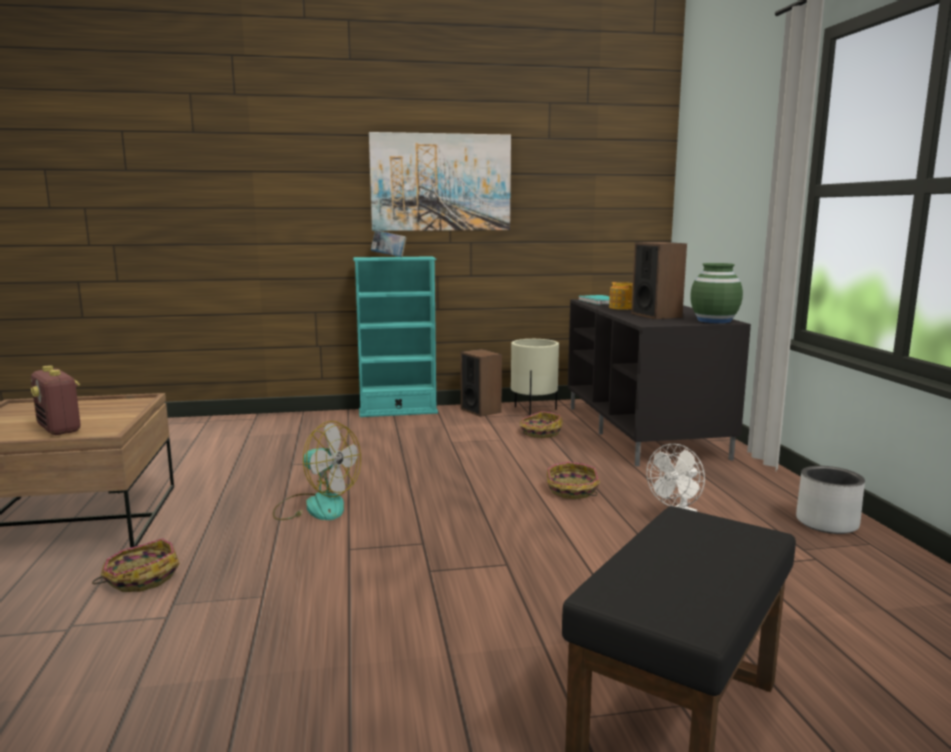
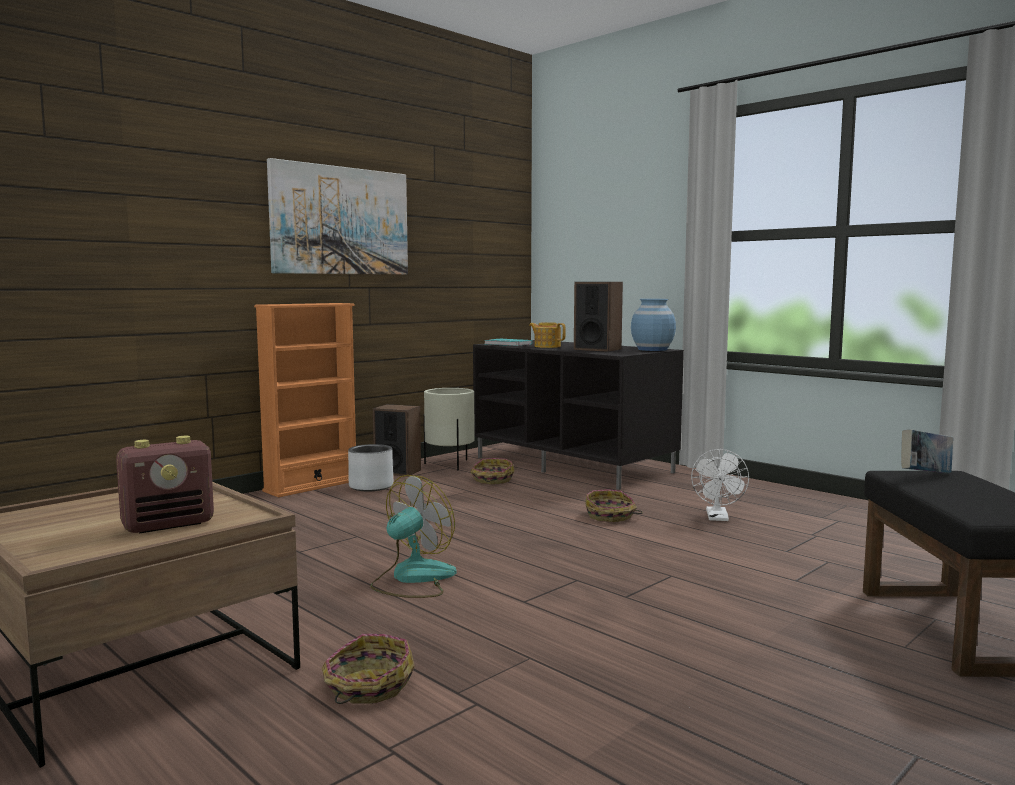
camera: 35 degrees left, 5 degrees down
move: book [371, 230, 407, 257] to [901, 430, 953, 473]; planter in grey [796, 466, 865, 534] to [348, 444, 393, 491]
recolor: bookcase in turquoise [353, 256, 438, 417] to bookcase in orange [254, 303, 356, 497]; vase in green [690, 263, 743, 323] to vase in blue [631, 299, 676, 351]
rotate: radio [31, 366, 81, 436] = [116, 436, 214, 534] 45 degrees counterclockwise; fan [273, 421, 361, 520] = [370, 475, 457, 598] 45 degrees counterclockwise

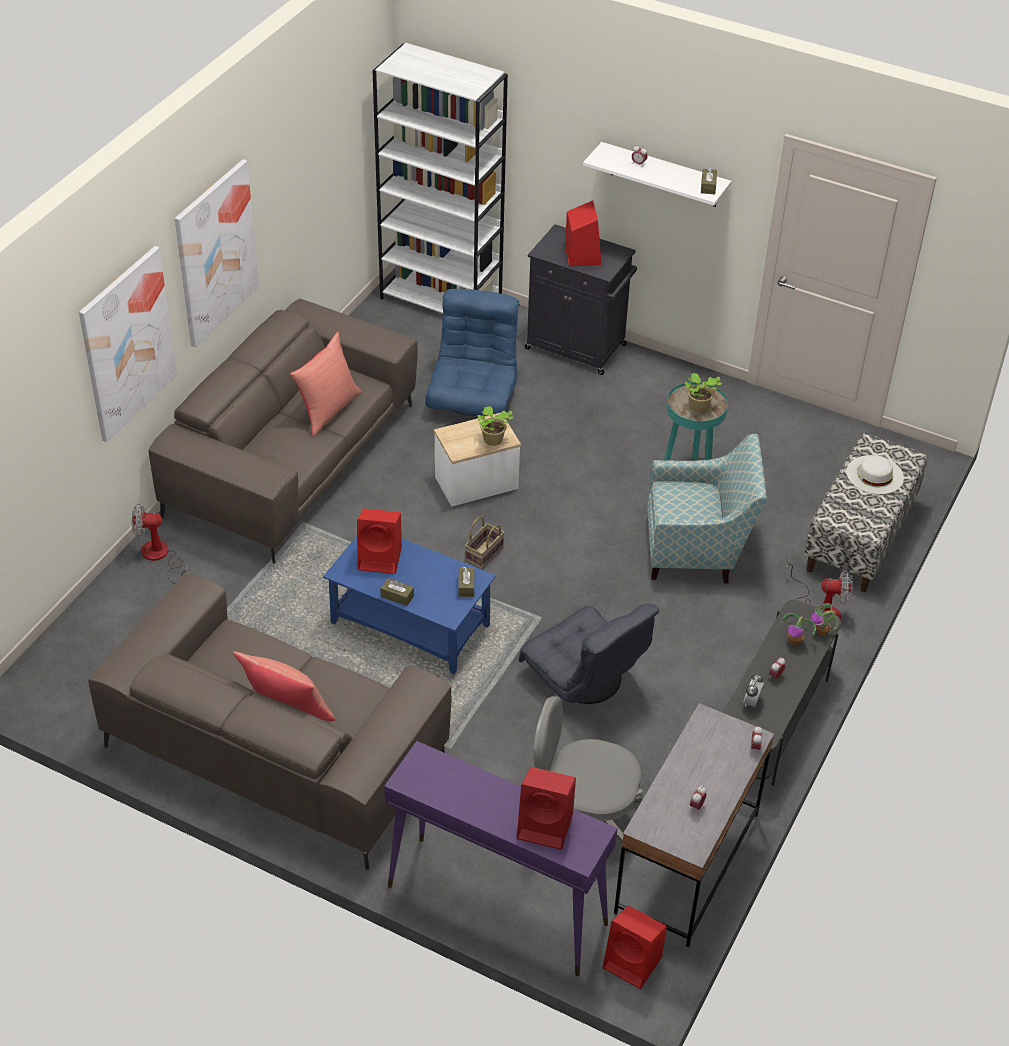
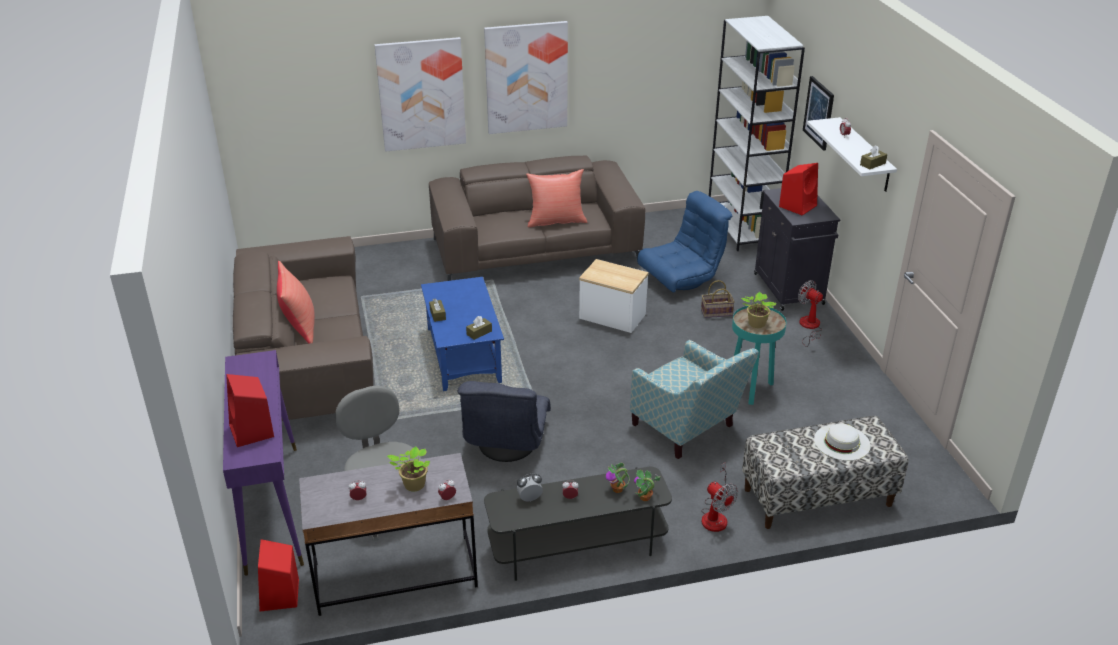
camera: 50 degrees right, 10 degrees down
delete: speaker in red [357, 509, 402, 574]
insert: picture [803, 76, 834, 151]
move: potted plant [478, 406, 513, 446] to [387, 447, 430, 491]; fan [132, 504, 188, 584] to [798, 280, 823, 347]; basket [465, 516, 505, 570] to [701, 280, 735, 318]

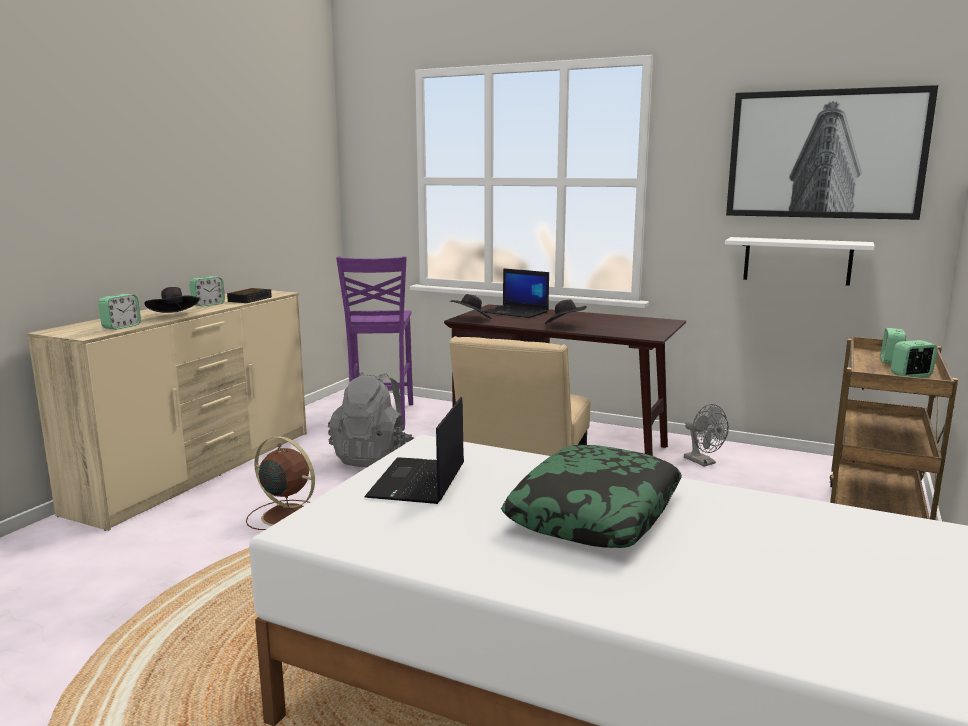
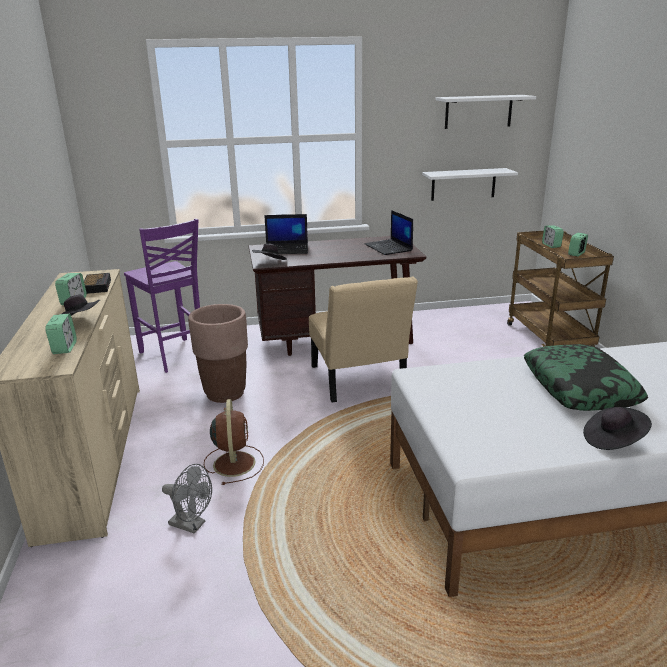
camera: 35 degrees left, 10 degrees up
move: hat in black [545, 300, 587, 325] to [583, 407, 652, 450]; laptop [364, 397, 464, 504] to [365, 210, 413, 255]; fan in grey [684, 404, 729, 467] to [162, 464, 212, 534]
replace: picture [726, 85, 938, 220] to shelf in white [436, 95, 536, 129]; backpack in grey [328, 372, 414, 467] to planter in brown [188, 304, 248, 403]
rotate: fan in brown [246, 436, 315, 530] = [204, 399, 264, 485] 90 degrees clockwise

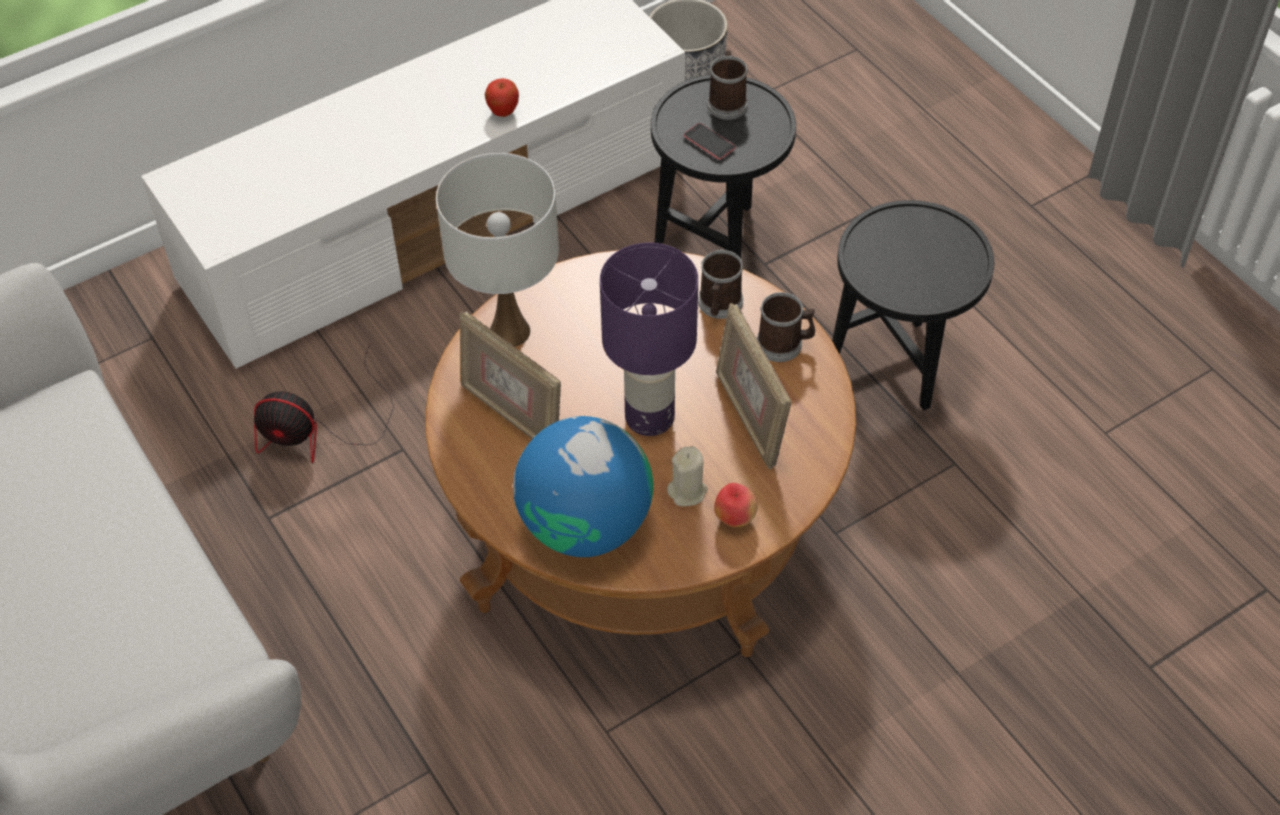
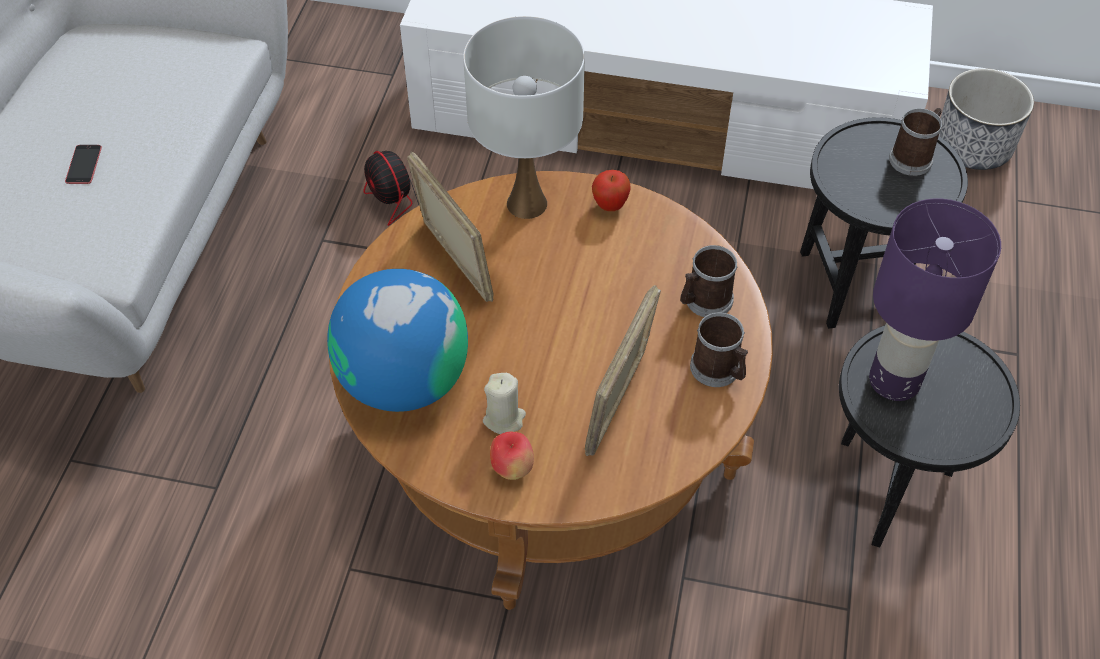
camera: 45 degrees right, 0 degrees up
move: apple [485, 78, 519, 117] to [592, 170, 631, 211]; phone [684, 123, 736, 160] to [65, 145, 102, 184]; table lamp in purple [600, 243, 698, 436] to [869, 198, 1001, 401]
rotate: picture frame [460, 312, 561, 439] = [407, 151, 494, 302] 150 degrees clockwise

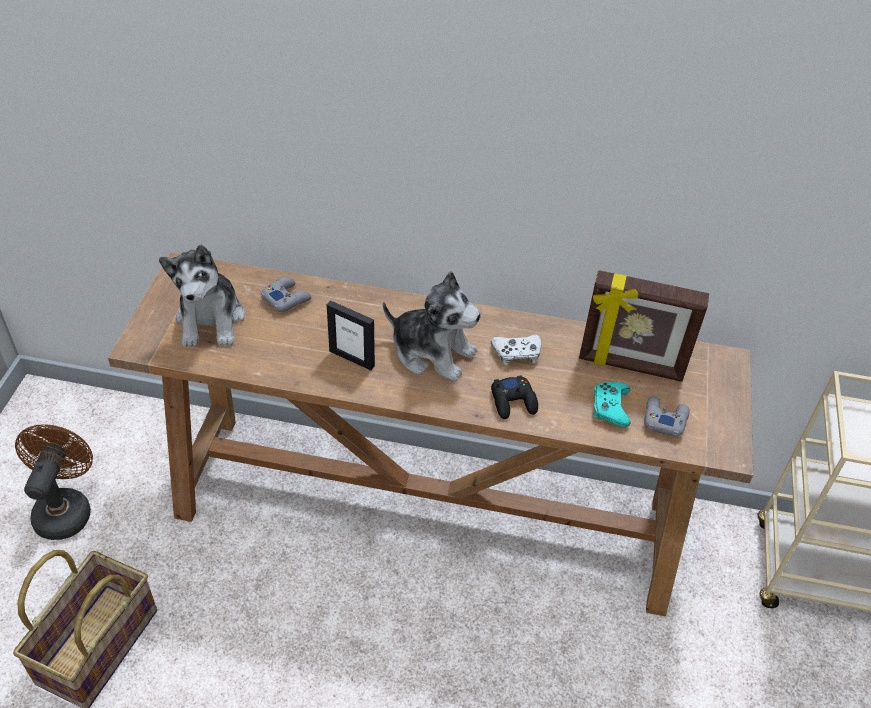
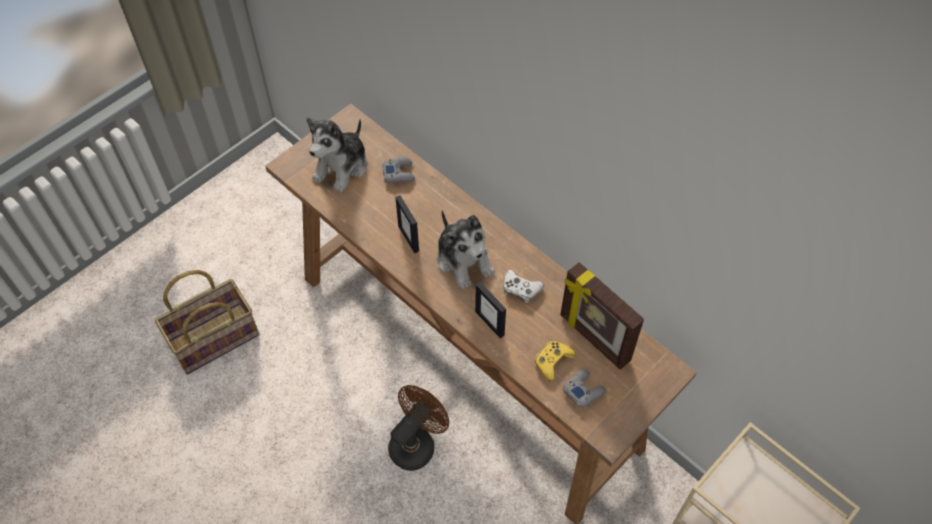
camera: 35 degrees right, 10 degrees up
move: fan in brown [15, 425, 93, 540] to [388, 385, 449, 471]
replace: game controller in black [491, 375, 538, 419] to picture frame [475, 282, 506, 338]
recolor: game controller in turquoise [593, 382, 631, 427] to game controller in yellow [535, 341, 576, 382]

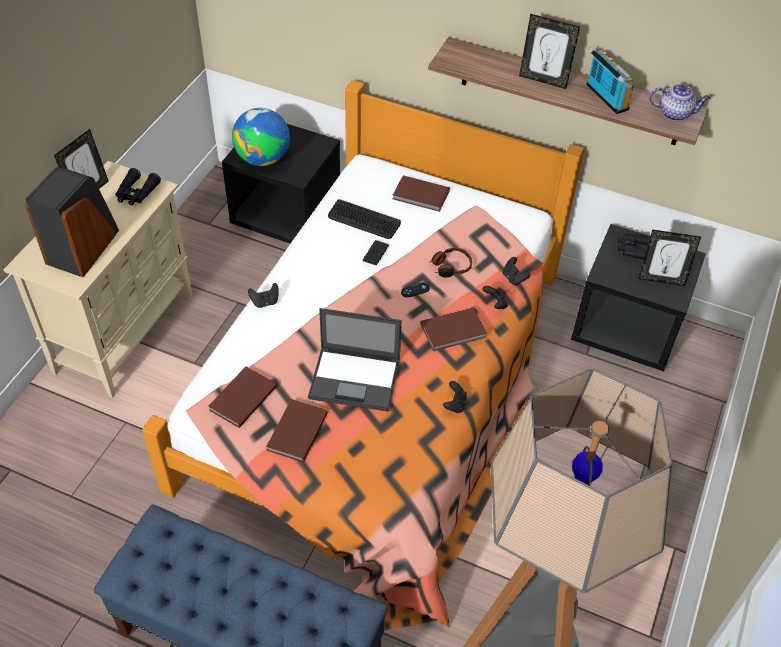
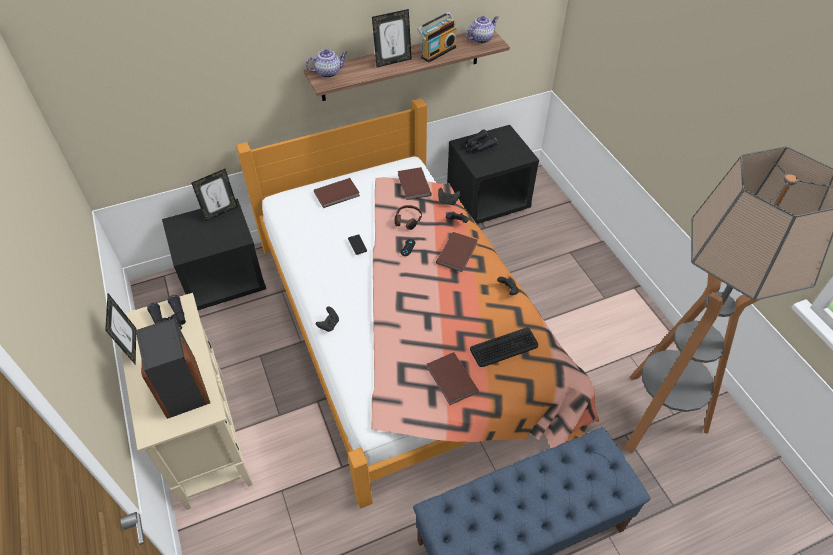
camera: 45 degrees left, 0 degrees up
delete: globe [232, 108, 290, 166]; laptop [308, 308, 402, 412]
insert: teapot [306, 50, 347, 78]
move: keyboard [328, 199, 401, 239] to [470, 327, 538, 367]; picture frame [638, 229, 701, 286] to [191, 169, 238, 221]; book in brown [208, 367, 277, 428] to [398, 167, 432, 200]
rotate: radio [586, 47, 633, 114] = [417, 12, 456, 62] 120 degrees clockwise

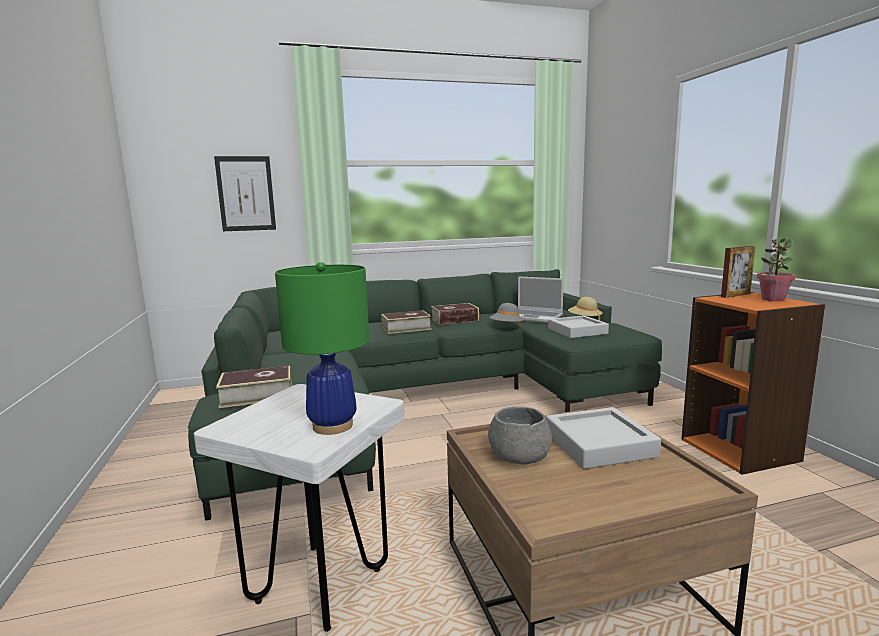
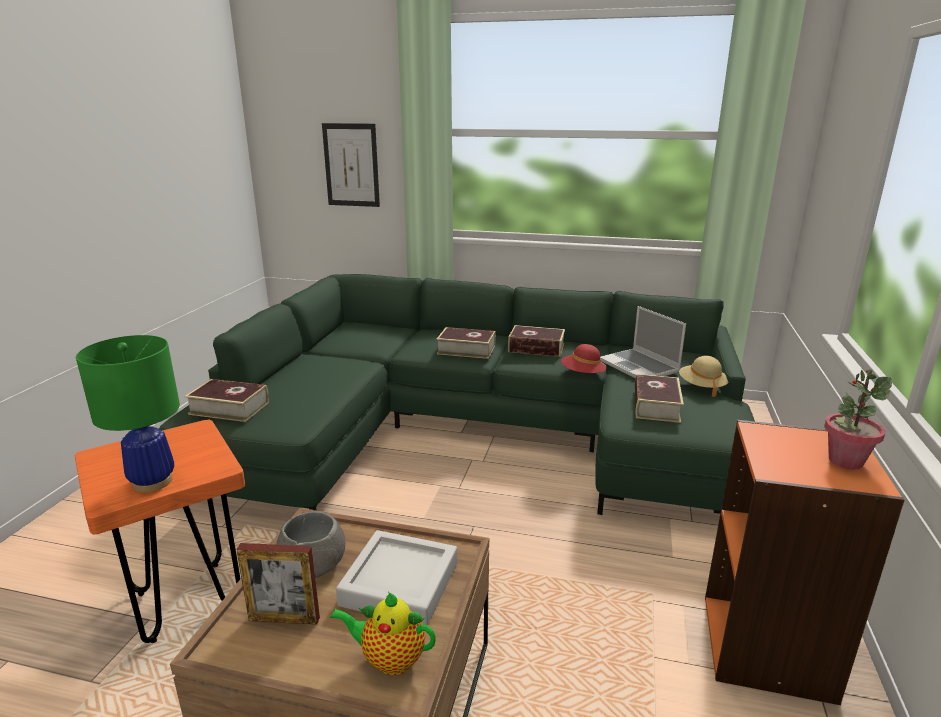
camera: 30 degrees right, 10 degrees up
insert: teapot [330, 592, 436, 675]
move: picture frame [721, 246, 755, 298] to [236, 543, 320, 625]
replace: tray in grey [548, 315, 609, 338] to book [635, 374, 684, 423]
recolor: hat in grey [489, 303, 525, 325] to hat in red [561, 344, 606, 375]; stool in white [194, 384, 404, 632] to stool in orange [75, 420, 245, 643]

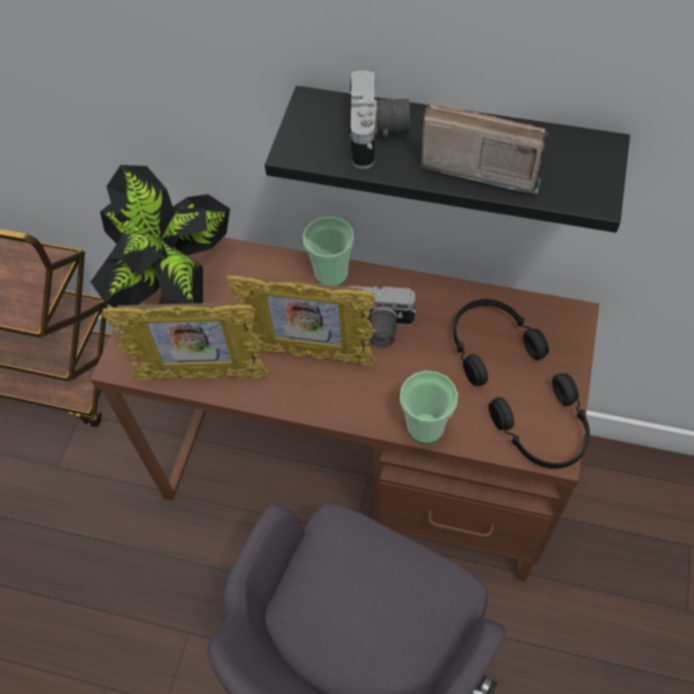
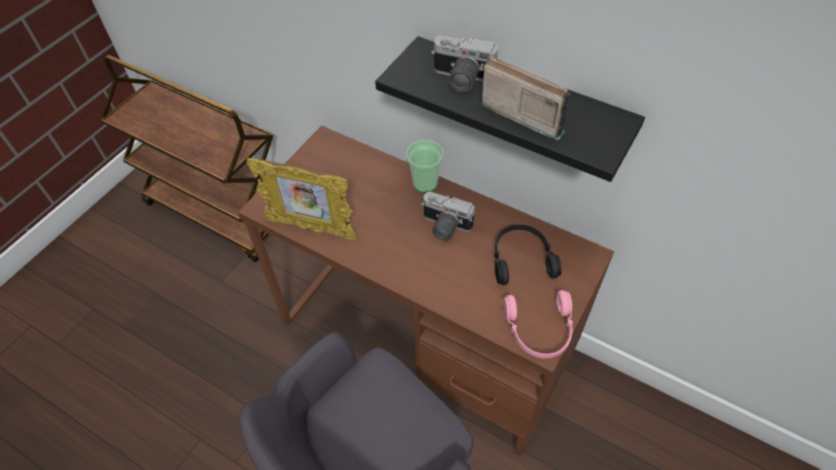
camera: 15 degrees right, 5 degrees down
delete: potted plant [91, 165, 230, 308]; picture frame [226, 274, 376, 366]; cup [400, 371, 458, 444]
recolor: headphones in black [489, 373, 590, 469] to headphones in pink [503, 290, 573, 358]
rotate: photo camera [349, 70, 410, 169] = [431, 36, 498, 92] 90 degrees clockwise

